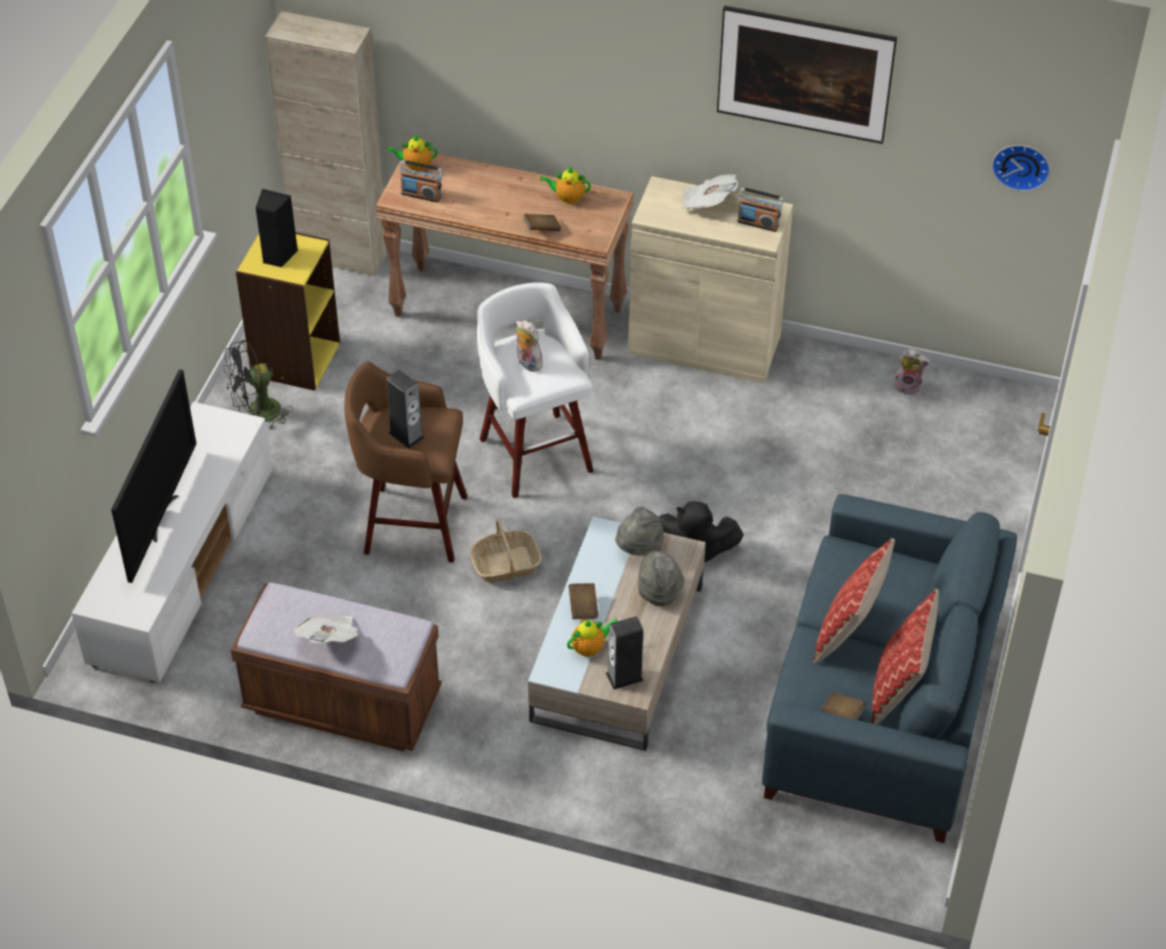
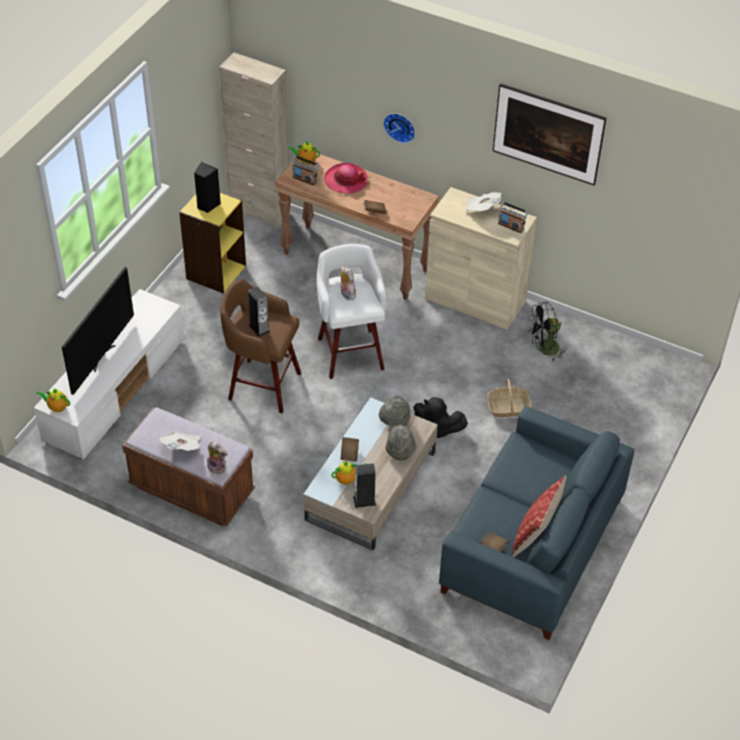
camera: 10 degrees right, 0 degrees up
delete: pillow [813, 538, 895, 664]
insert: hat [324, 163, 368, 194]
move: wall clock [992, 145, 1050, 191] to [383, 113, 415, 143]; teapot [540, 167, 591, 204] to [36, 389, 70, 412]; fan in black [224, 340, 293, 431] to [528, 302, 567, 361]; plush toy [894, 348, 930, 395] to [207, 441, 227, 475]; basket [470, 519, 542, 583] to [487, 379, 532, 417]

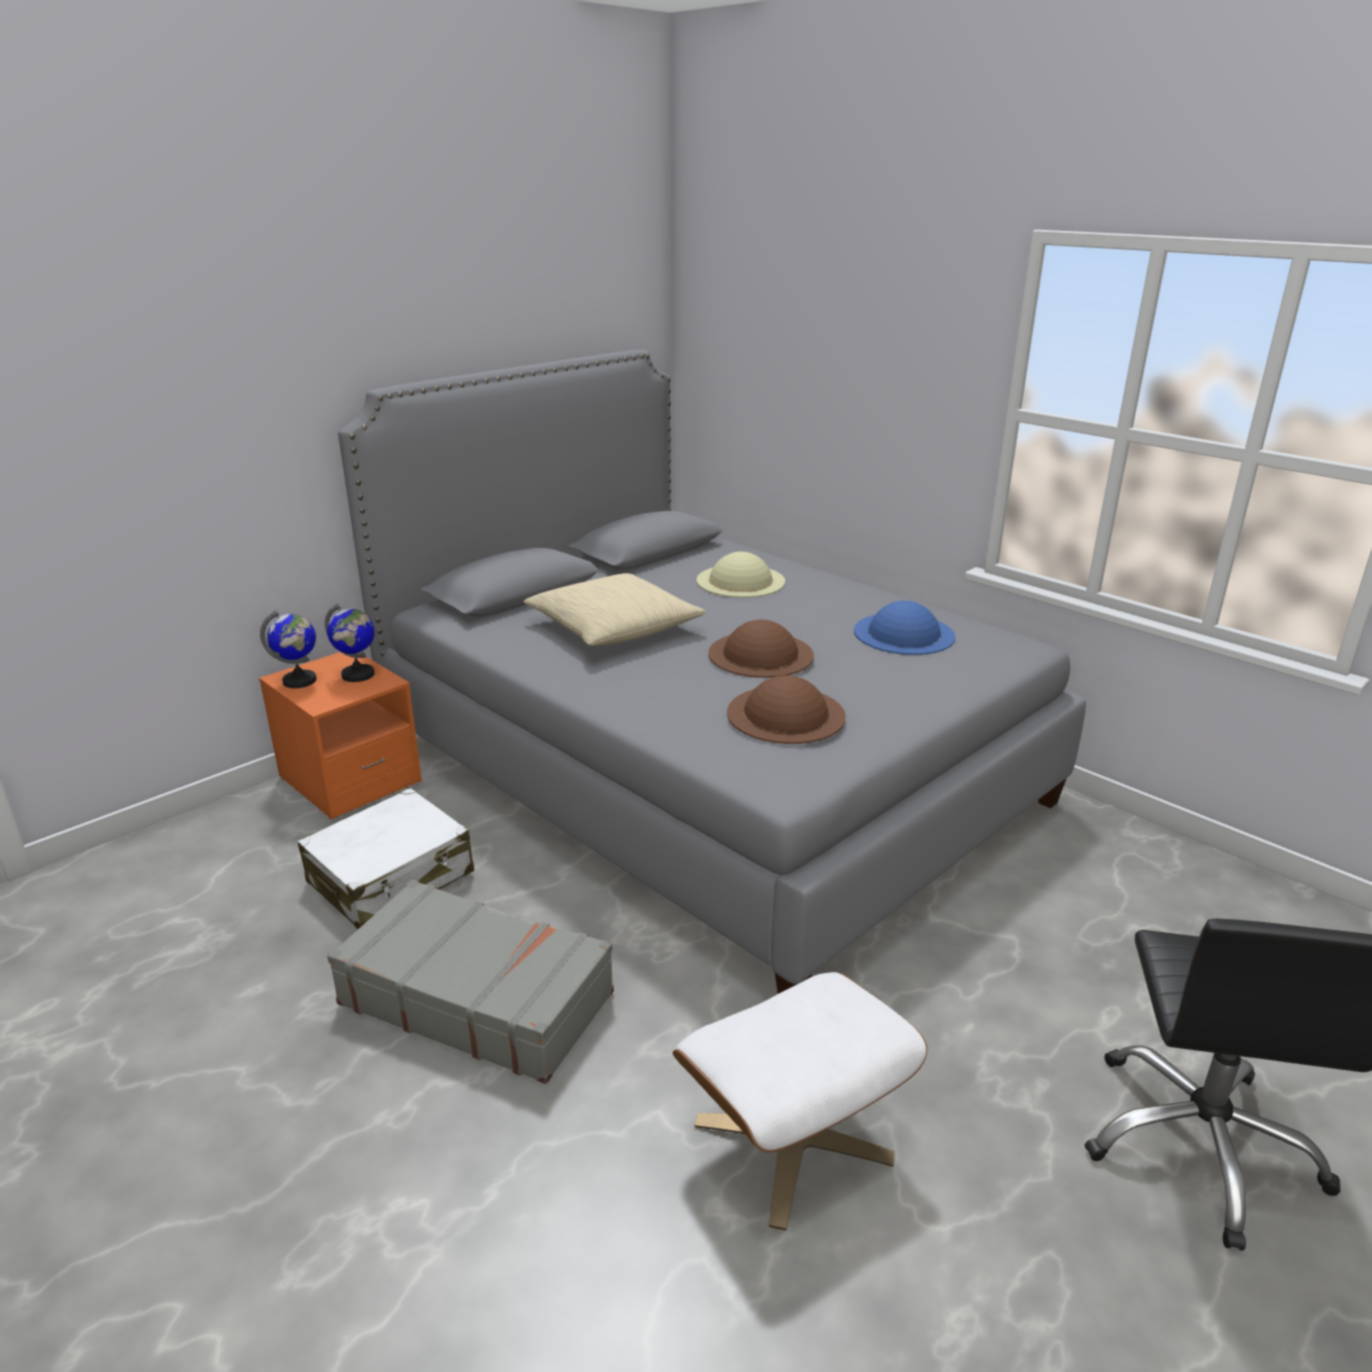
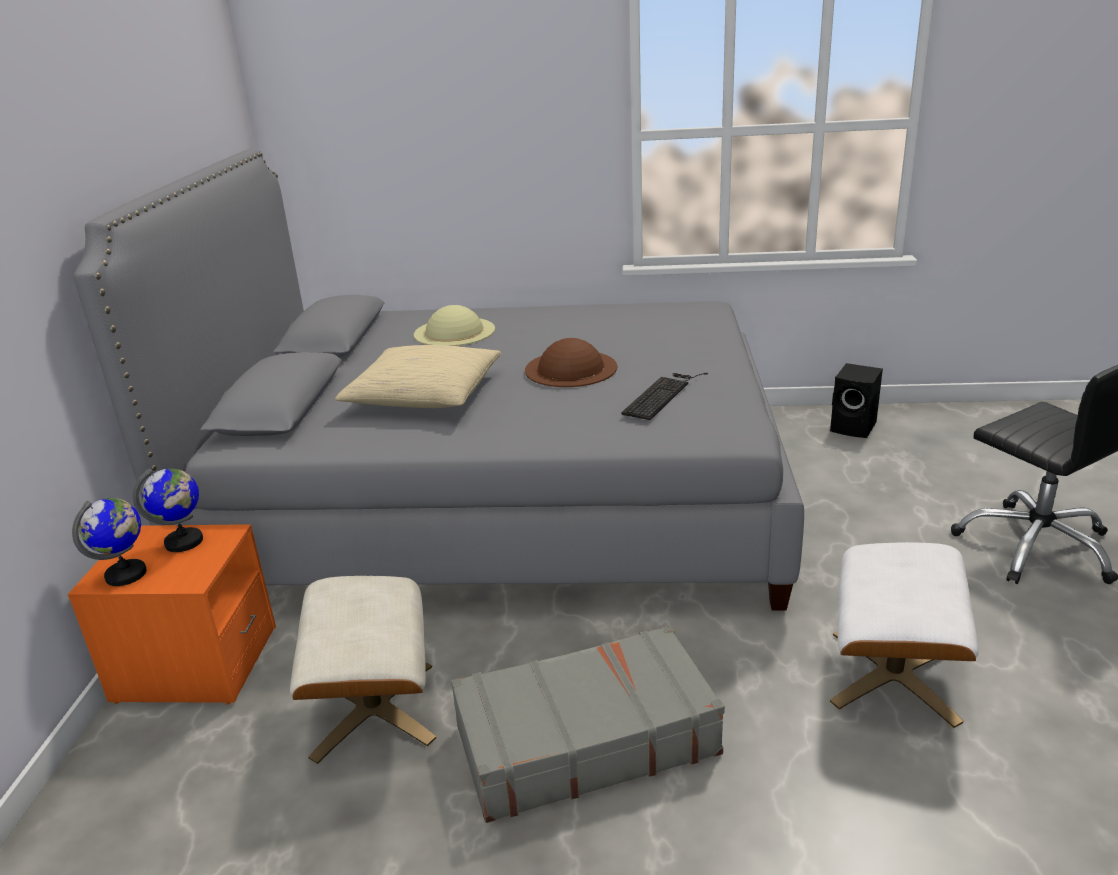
camera: 40 degrees left, 0 degrees up
delete: hat in blue [854, 601, 956, 655]
insert: speaker in black [830, 363, 883, 438]
replace: hat in brown [727, 675, 846, 744] to keyboard [621, 373, 708, 420]; suitcase in white [298, 788, 474, 929] to ottoman in beige [290, 576, 436, 764]

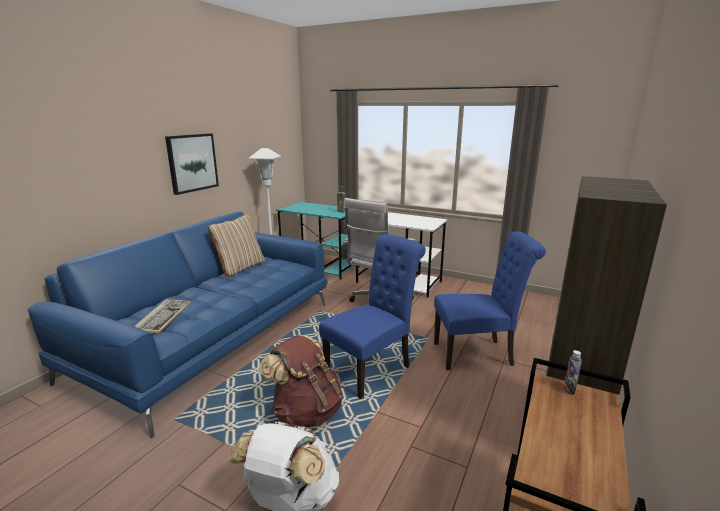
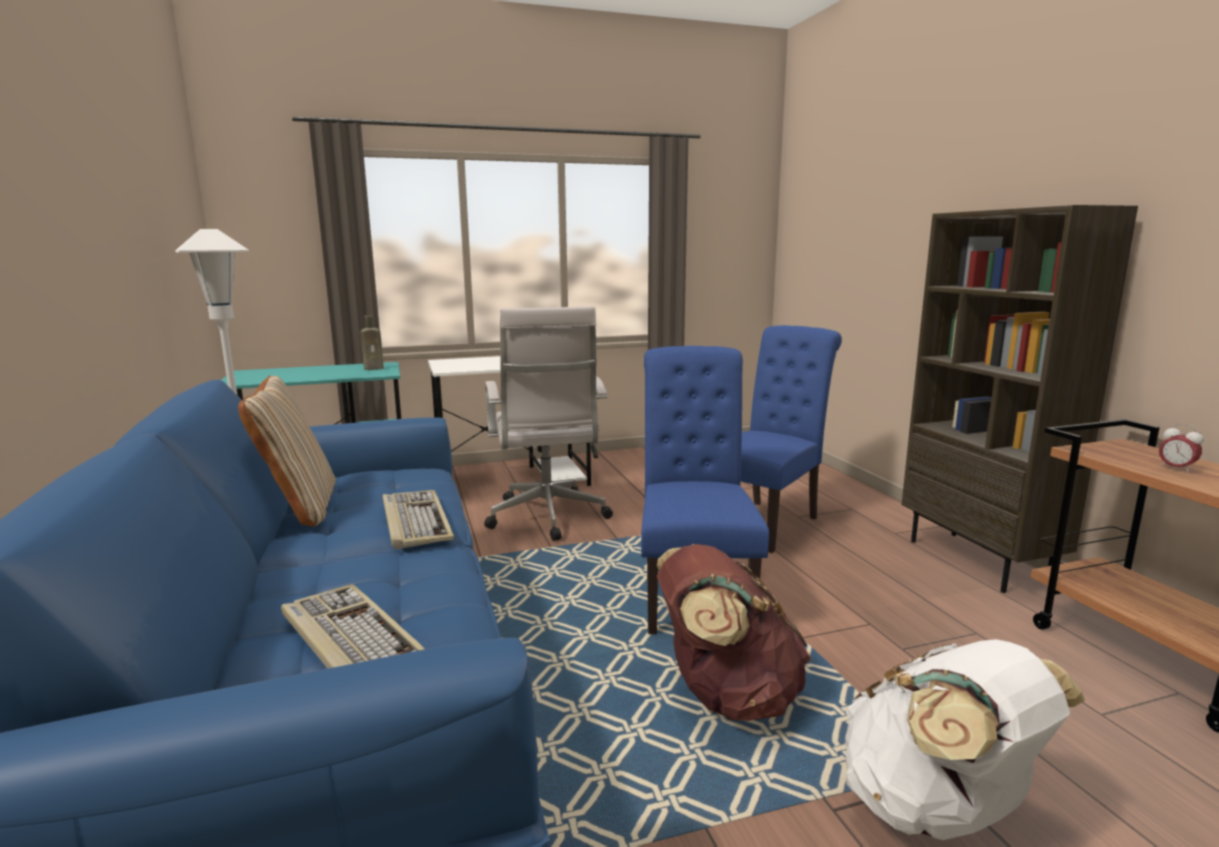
camera: 45 degrees left, 5 degrees down
delete: picture [165, 133, 219, 195]; bottle [564, 350, 582, 395]
insert: alarm clock [1159, 424, 1204, 473]; keyboard [382, 490, 454, 549]

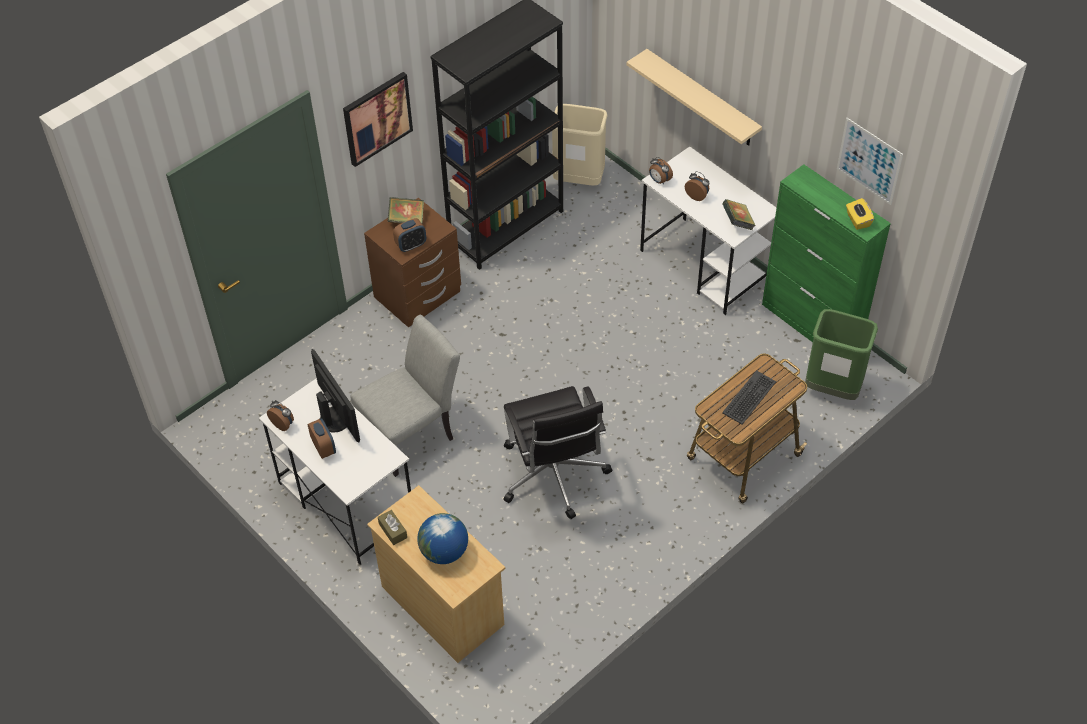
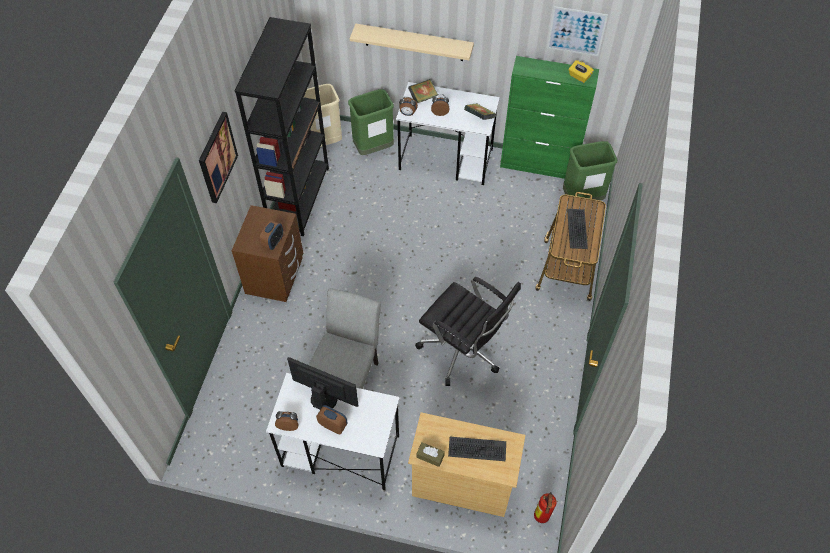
camera: 35 degrees left, 5 degrees up
insert: trash can in green [348, 89, 394, 155]; fire extinguisher [534, 492, 557, 523]
move: book [388, 197, 424, 223] to [408, 79, 438, 103]
replace: globe [417, 513, 468, 564] to keyboard [448, 437, 506, 461]

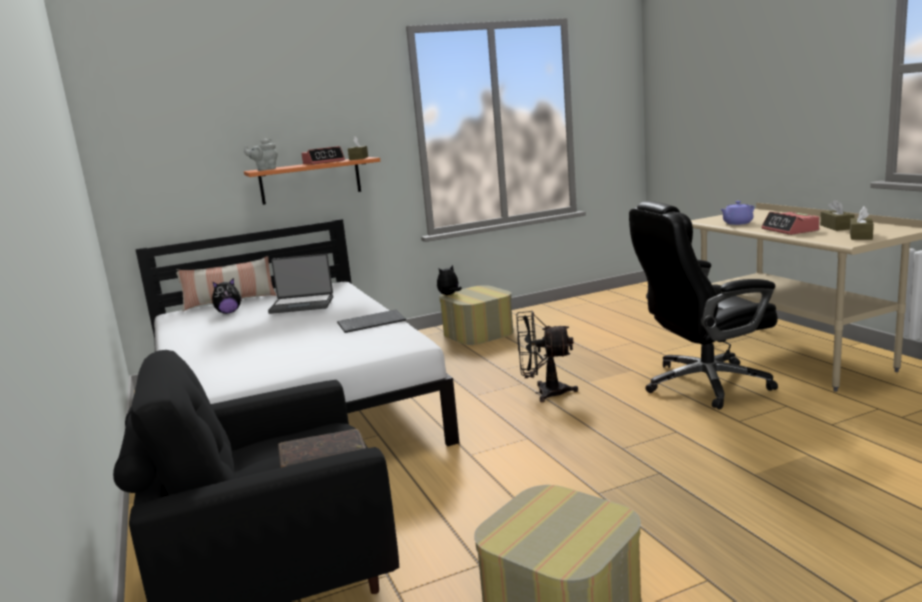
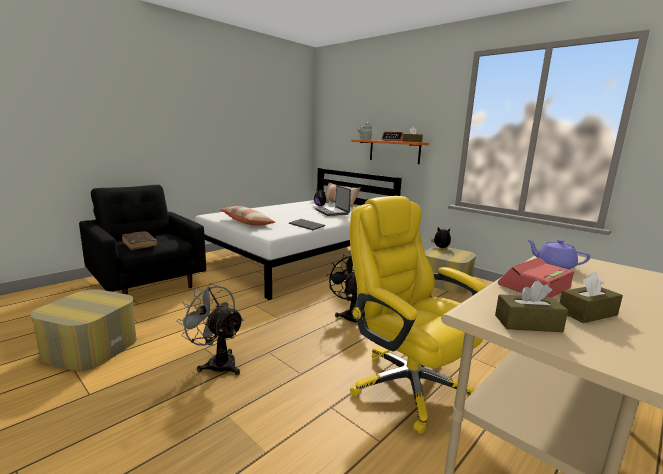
camera: 65 degrees right, 0 degrees up
insert: pillow [219, 206, 275, 226]; fan in grey [177, 283, 244, 375]
recolor: office chair in black [629, 201, 778, 410] to office chair in yellow [350, 196, 486, 434]

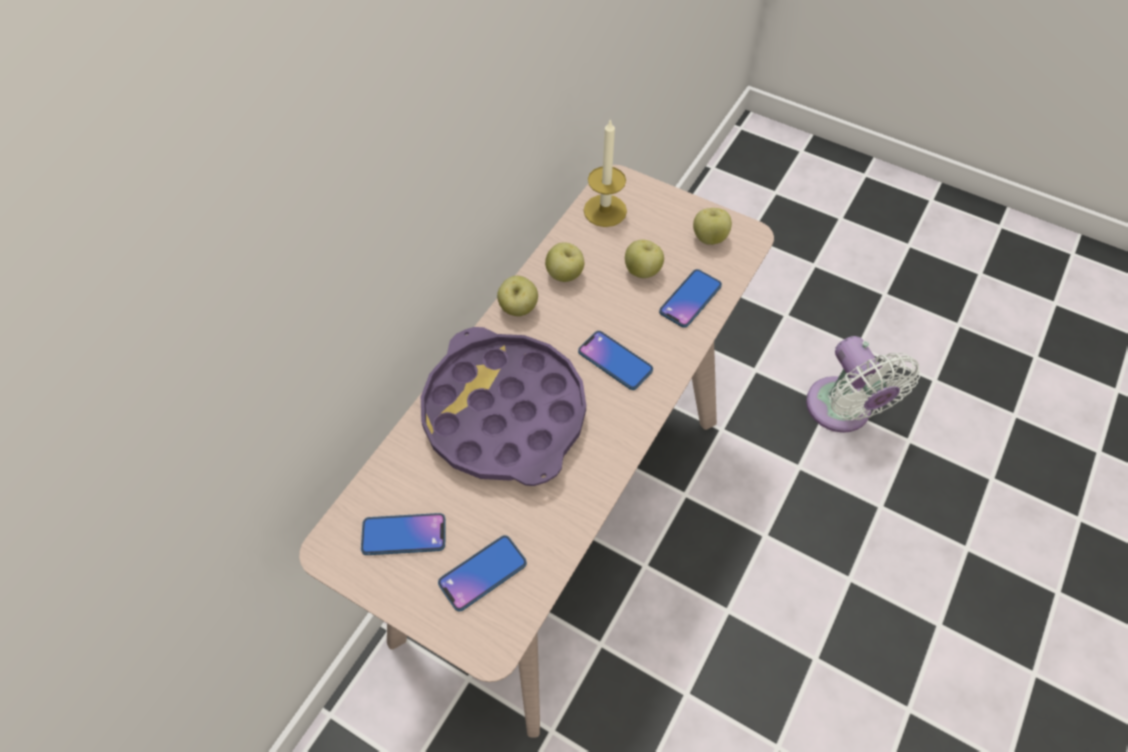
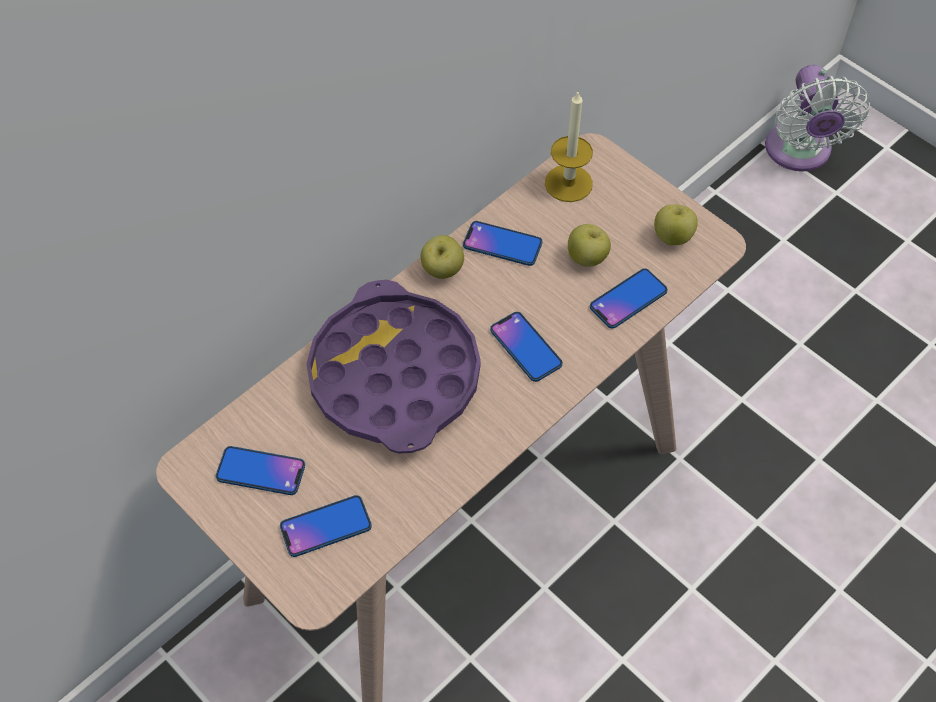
camera: 15 degrees right, 0 degrees up
move: fan in white [806, 336, 920, 433] to [765, 65, 870, 172]
replace: apple [545, 242, 584, 282] to phone [463, 221, 542, 266]

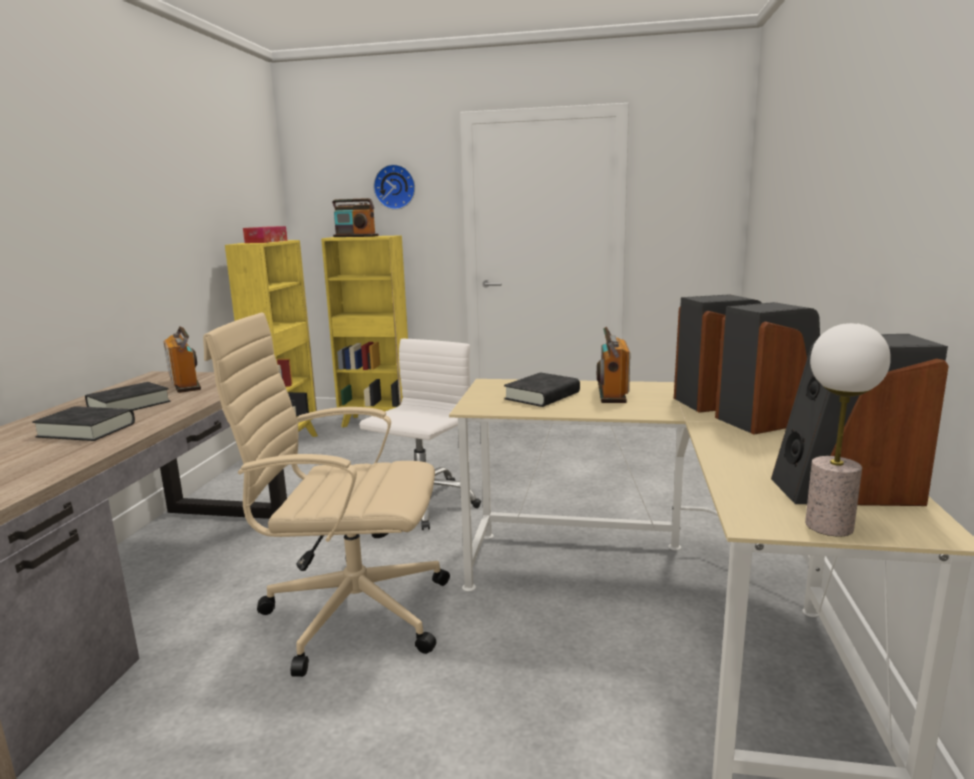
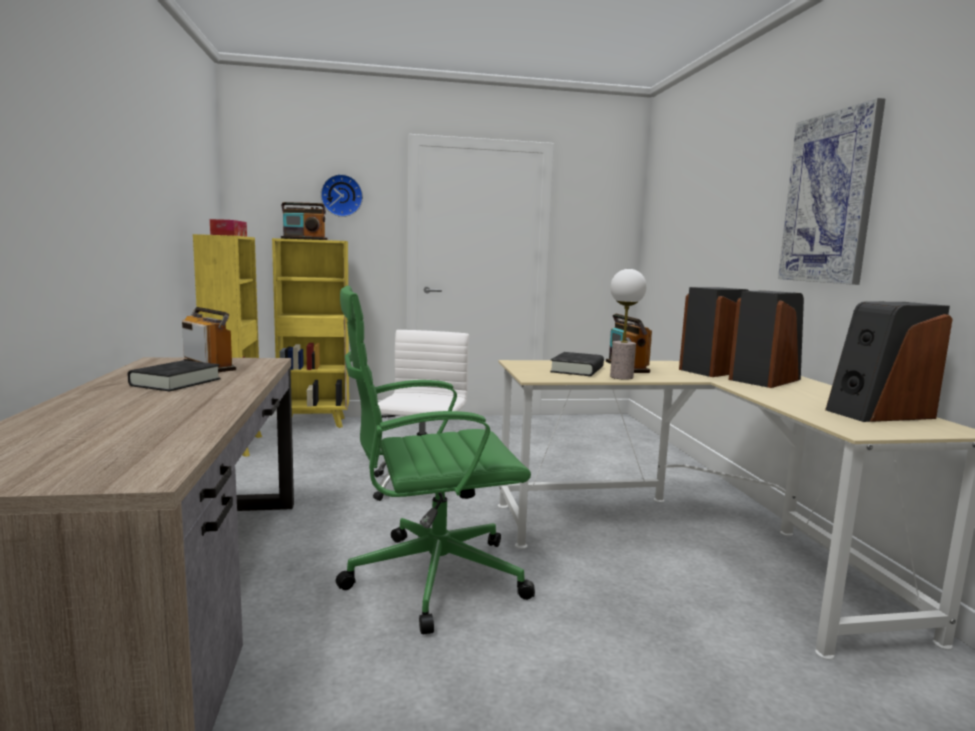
camera: 20 degrees left, 5 degrees down
delete: book in black [32, 406, 135, 441]
insert: picture [778, 98, 885, 285]
move: table lamp [805, 323, 891, 537] to [610, 269, 646, 380]
recolor: office chair in beige [203, 313, 450, 677] to office chair in green [336, 286, 535, 634]

